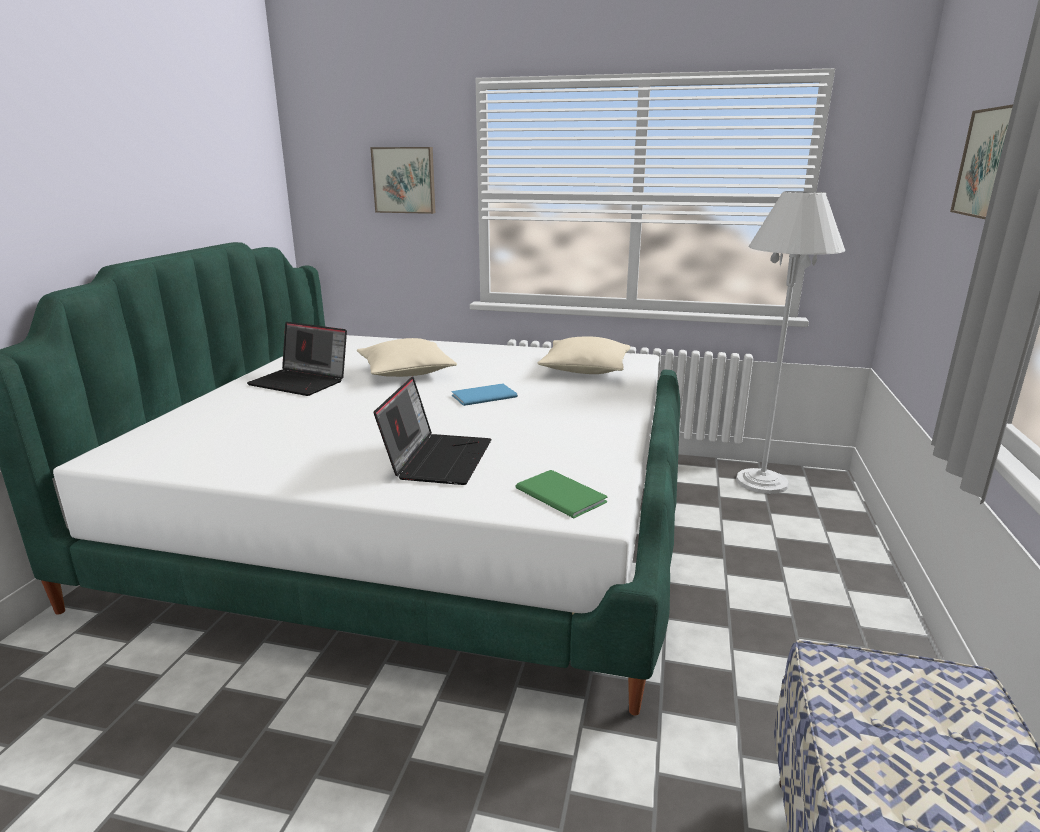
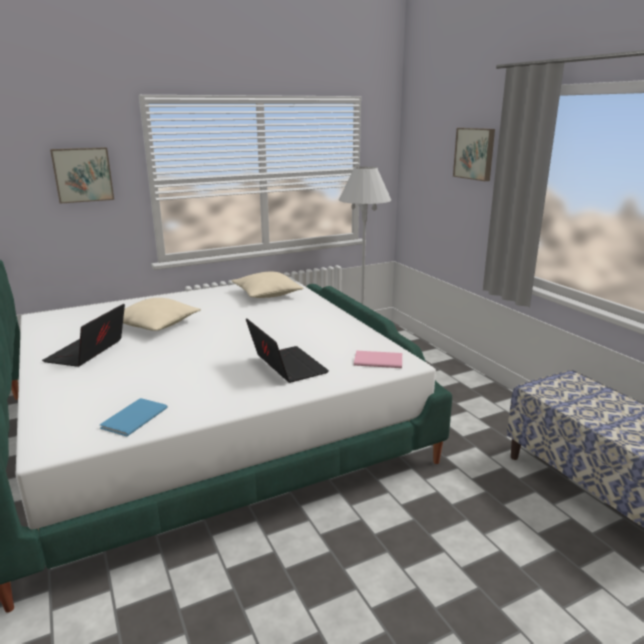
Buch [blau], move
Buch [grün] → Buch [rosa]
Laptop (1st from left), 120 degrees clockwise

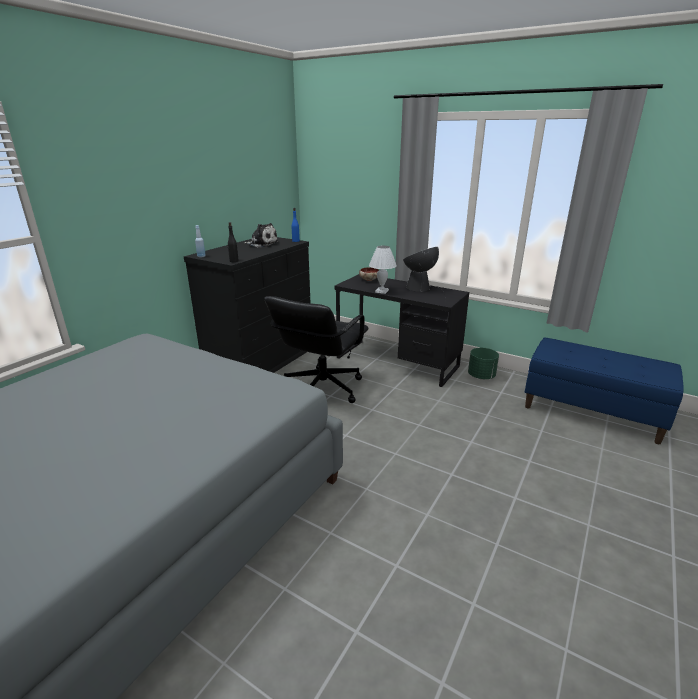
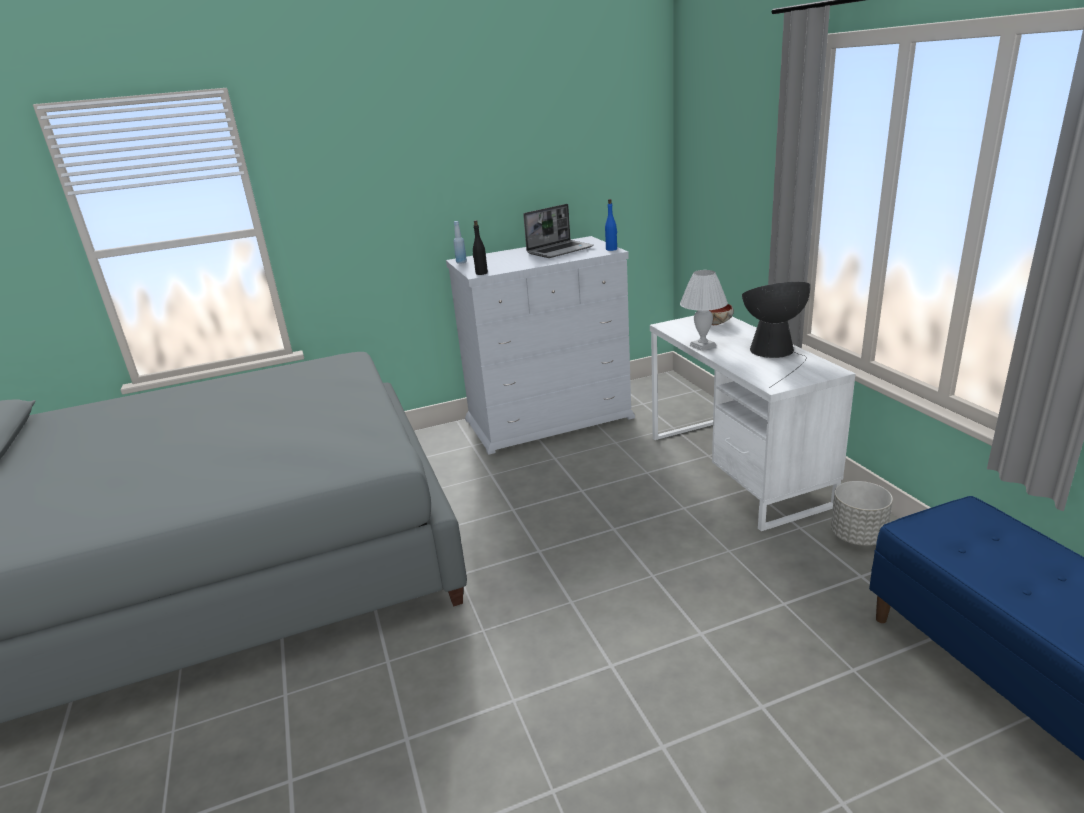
Bürostuhl [schwarz] → -
Plüschtier → Laptop
Kommode [schwarz] → Kommode [weiß]
Schreibtisch [schwarz] → Schreibtisch [weiß]
Pflanzkübel [grün] → Pflanzkübel [grau]

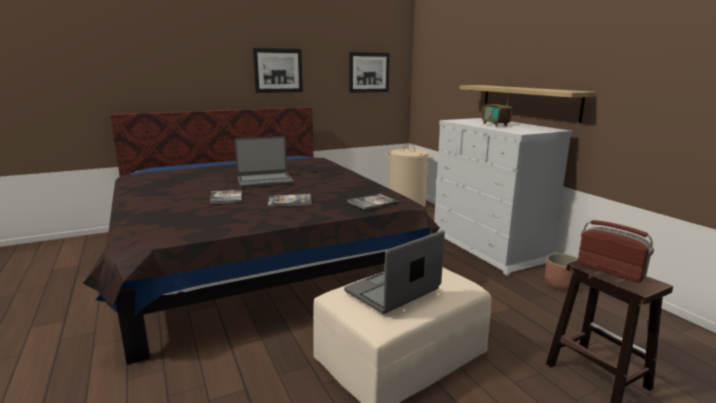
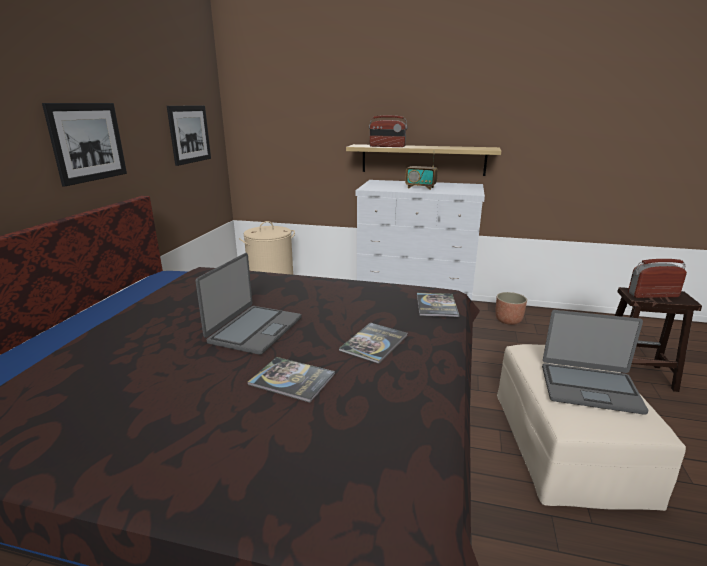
- → Radio (1st from left)
Laptop (2nd from left), 75 degrees counterclockwise

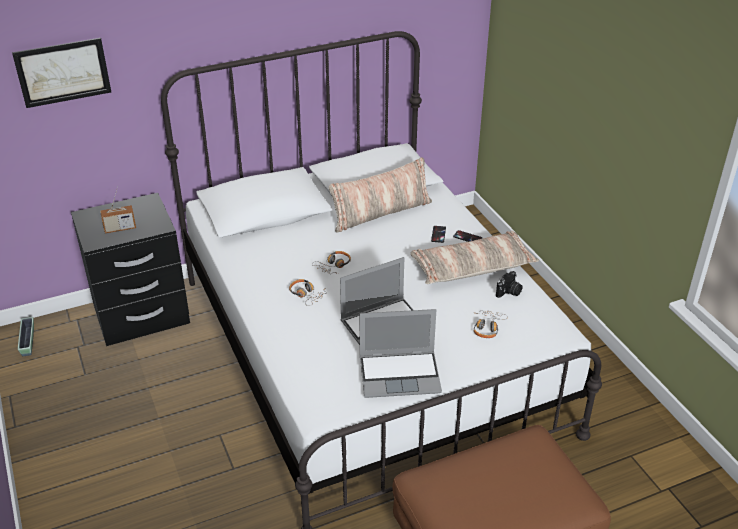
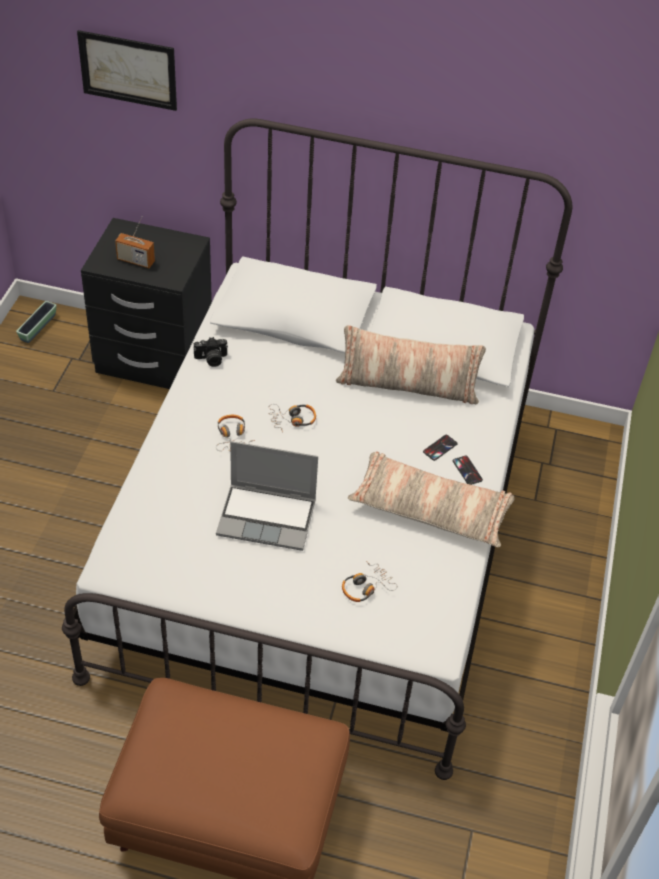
Laptop (2nd from left) → -
Kamera, move

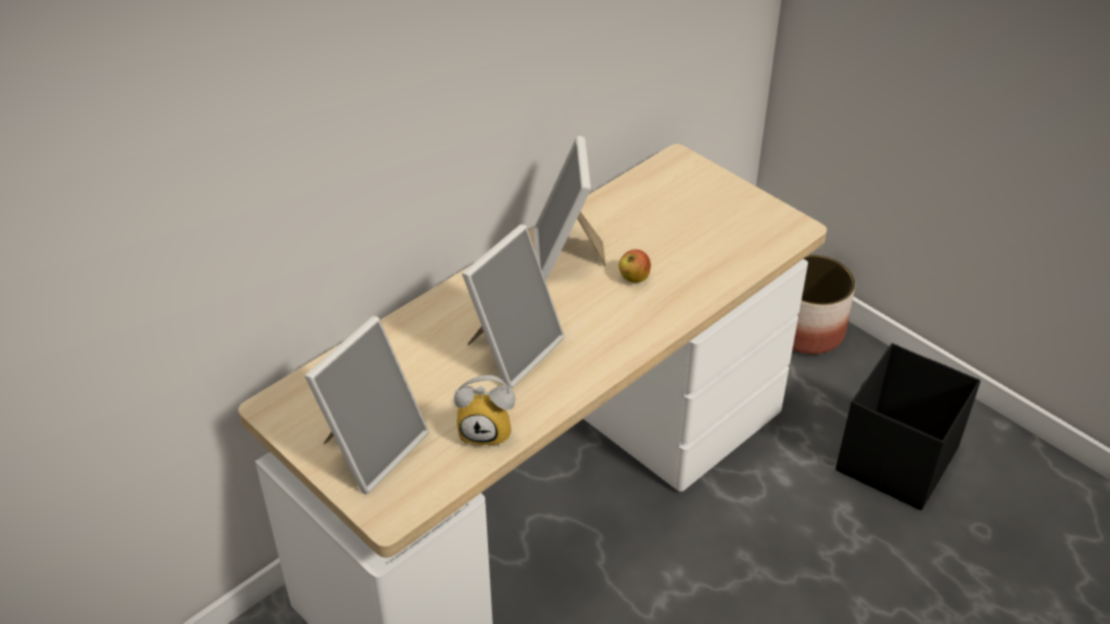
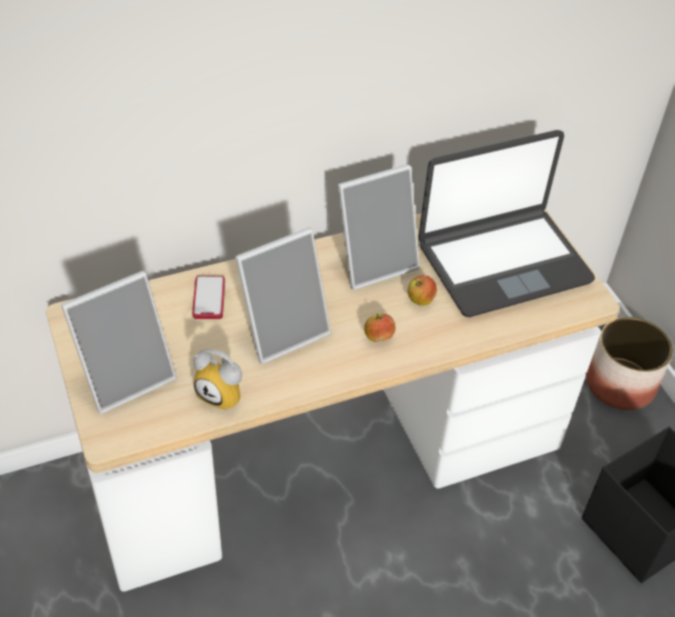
- → Handy
- → Apfel (1st from left)
- → Laptop
Bilderrahmen (3rd from left), 135 degrees counterclockwise

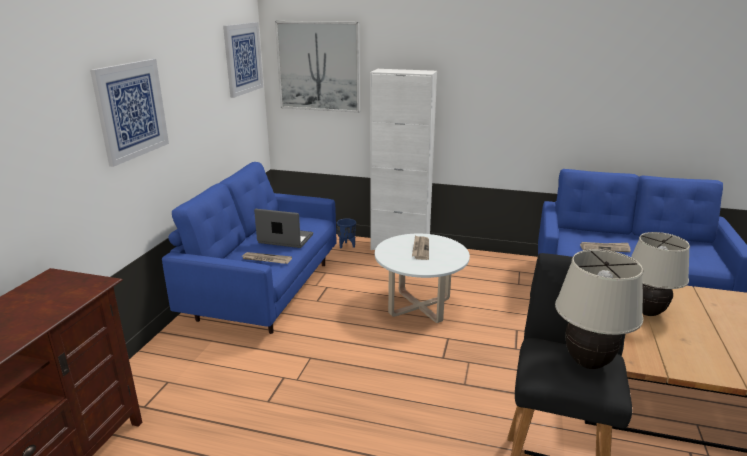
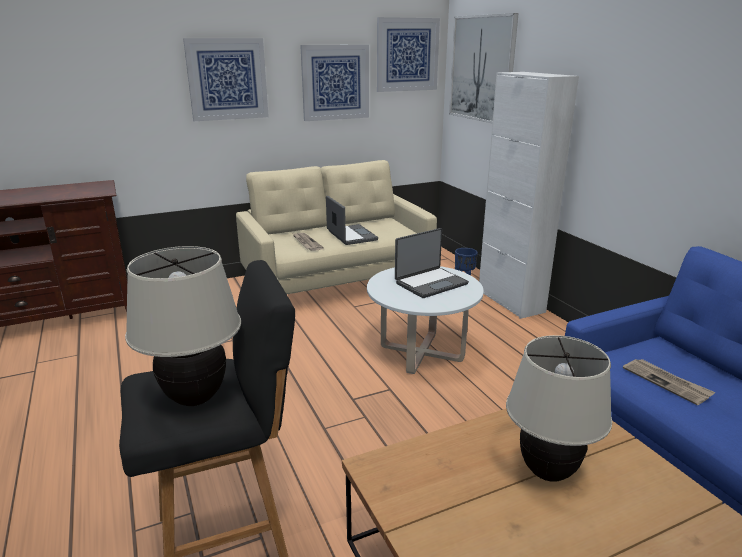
- → Bild (2nd from left)
Zeitung (2nd from left) → Laptop (2nd from left)
Sofa [blau] (1st from left) → Sofa [beige]

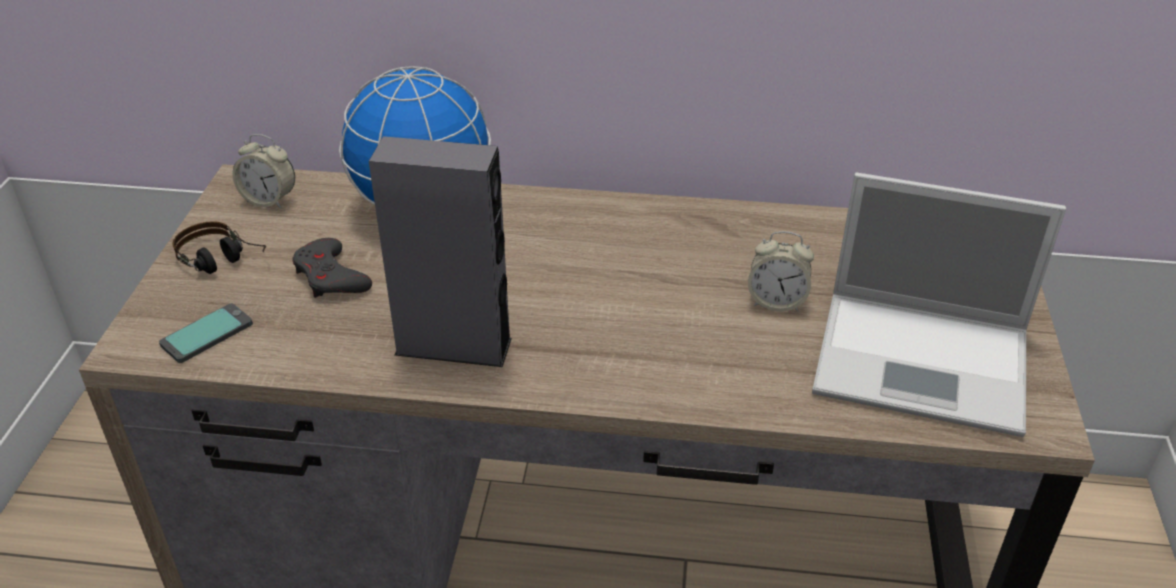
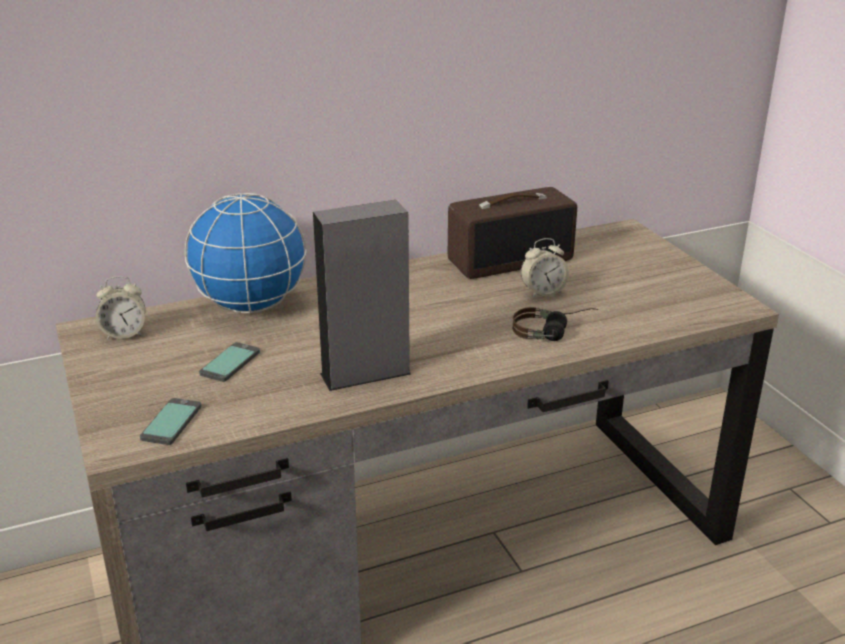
Laptop → -
- → Radio
Kopfhörer, move
Gamepad [grau] → Handy (2nd from left)

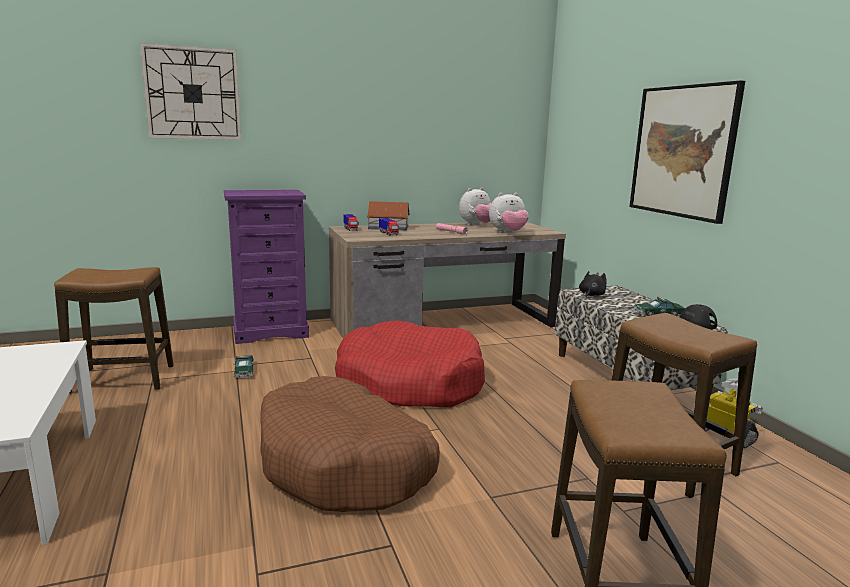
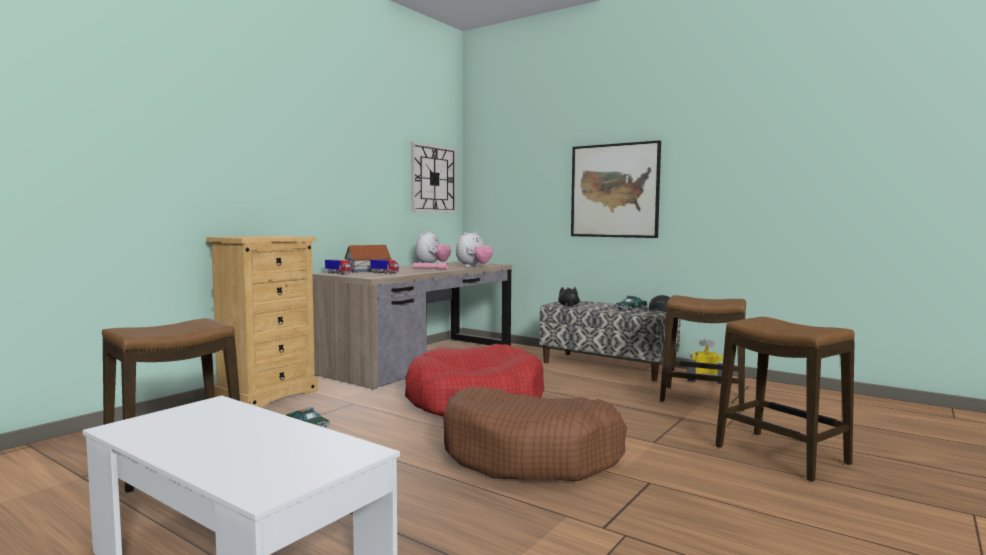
Wanduhr, move
Kommode [lila] → Kommode [beige]

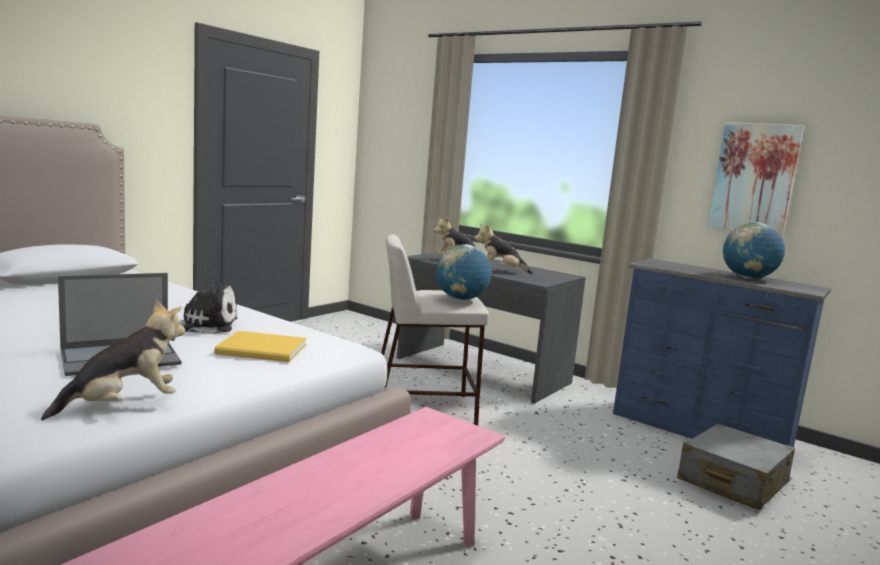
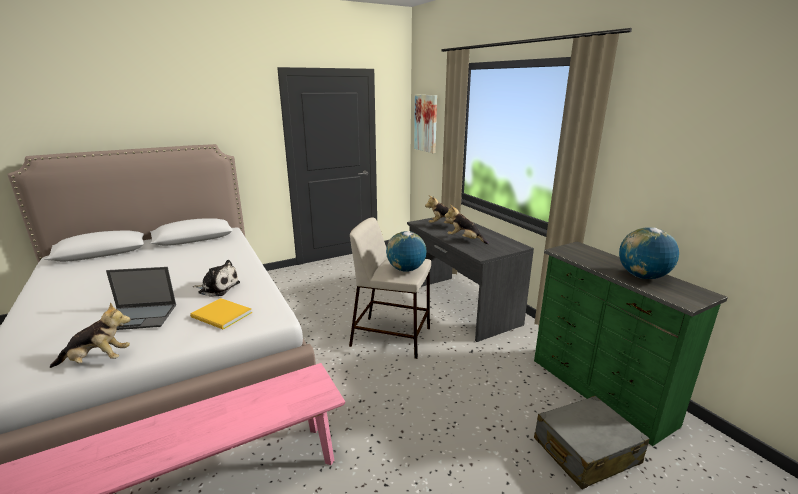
Bild, move
Kommode [blau] → Kommode [grün]

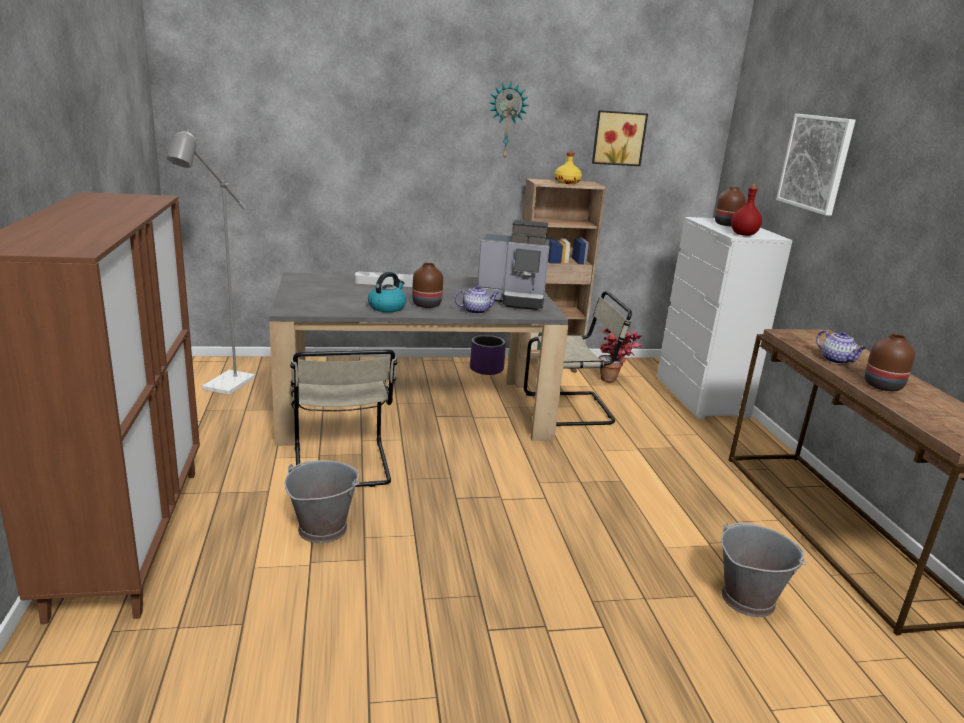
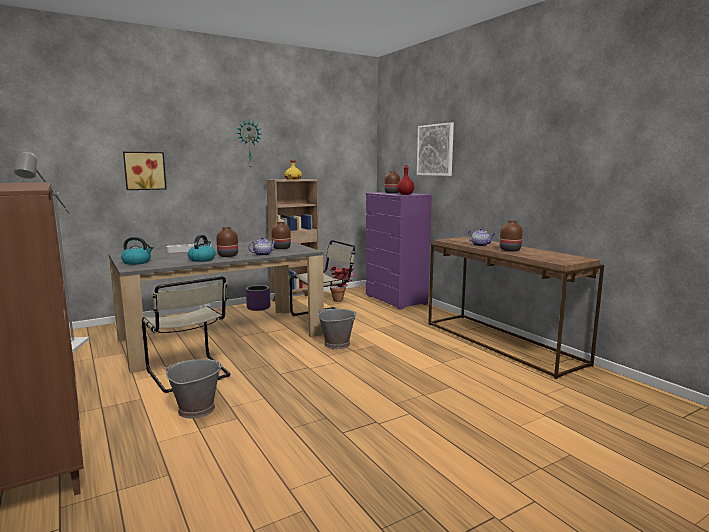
- → Wasserkessel (1st from left)
Bild (1st from left), move
Eimer [grau] (2nd from left), move
Kaffeemaschine → Vase [braun] (2nd from left)
Kommode [weiß] → Kommode [lila]

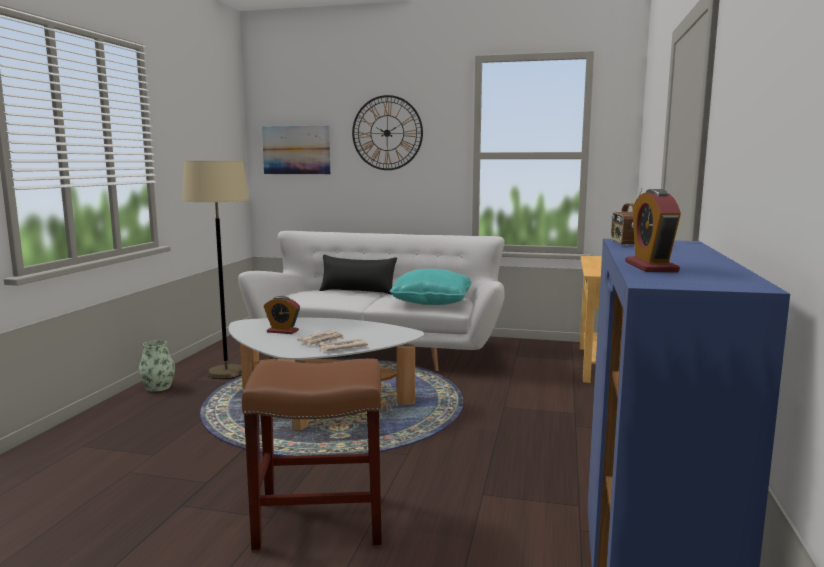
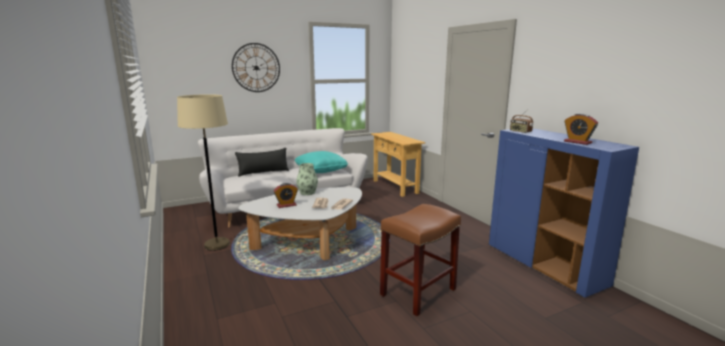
Bild → -
Vase, move

